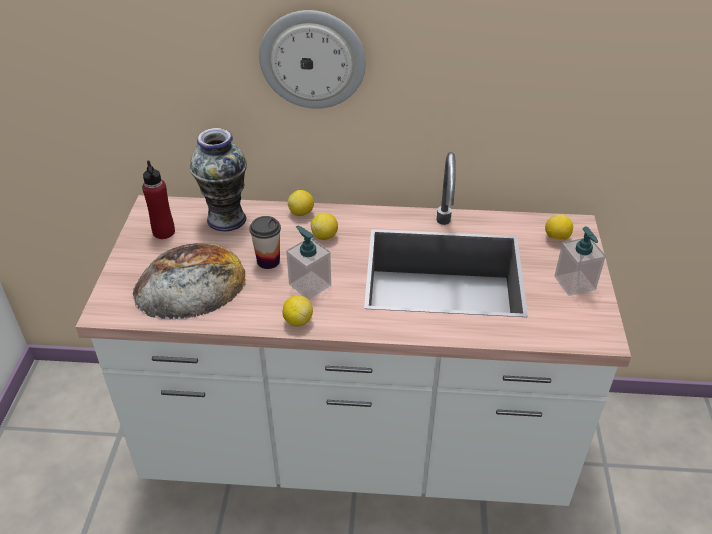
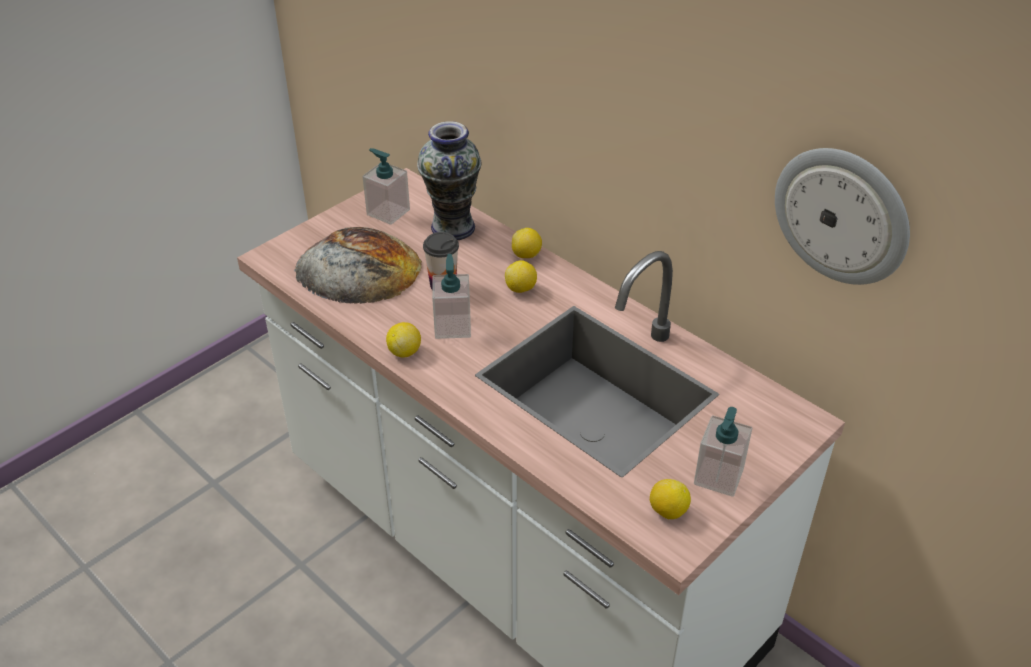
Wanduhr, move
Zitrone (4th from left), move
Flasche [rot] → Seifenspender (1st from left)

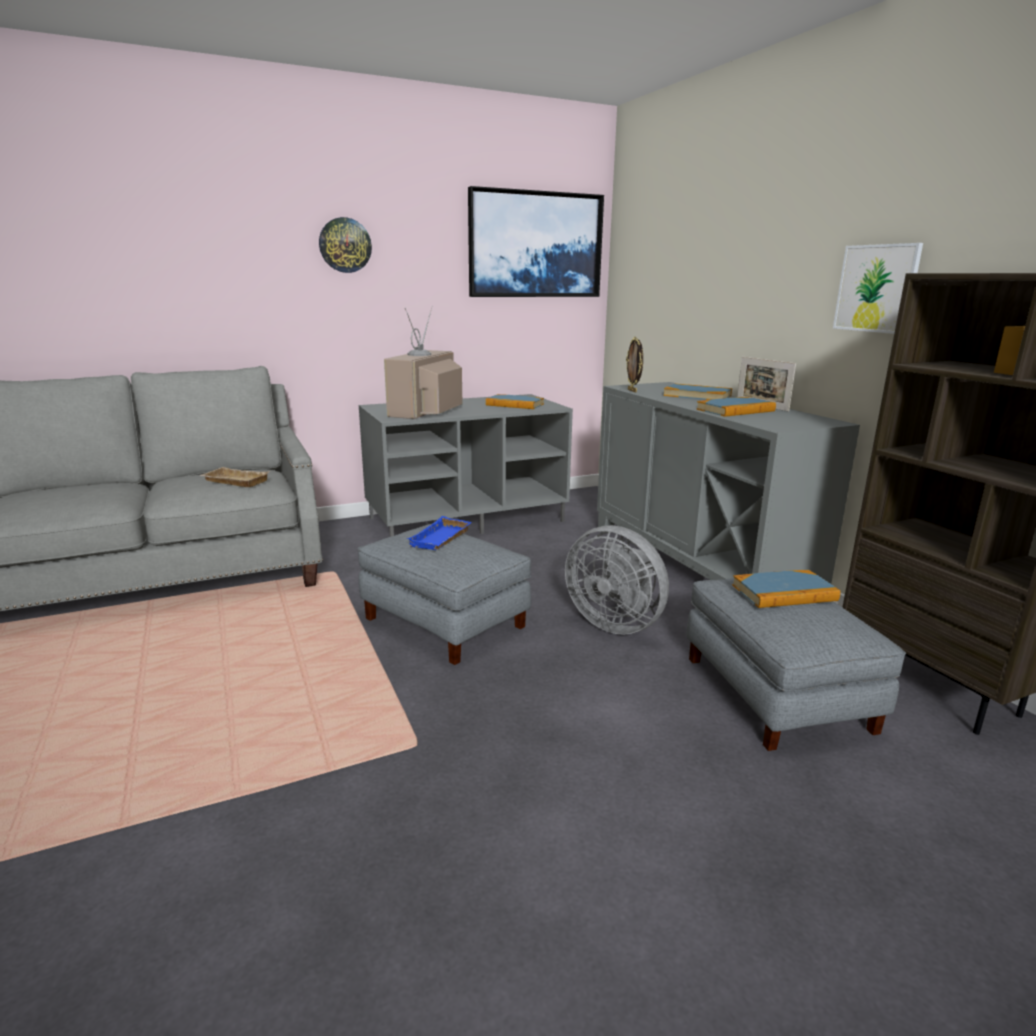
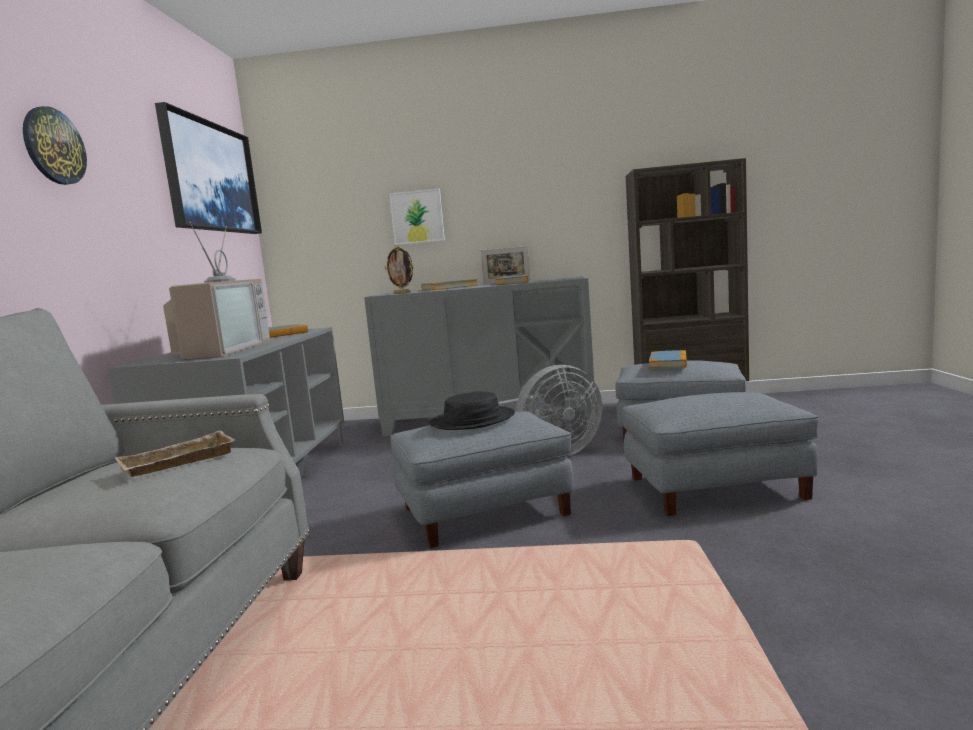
- → Polsterhocker [grau] (3rd from left)
Bild (2nd from left), move
Tablett [blau] → Hut [schwarz]
Fernseher, 135 degrees counterclockwise

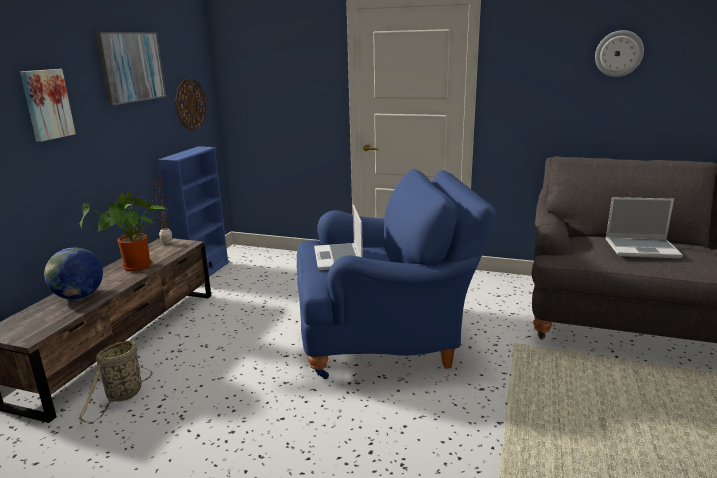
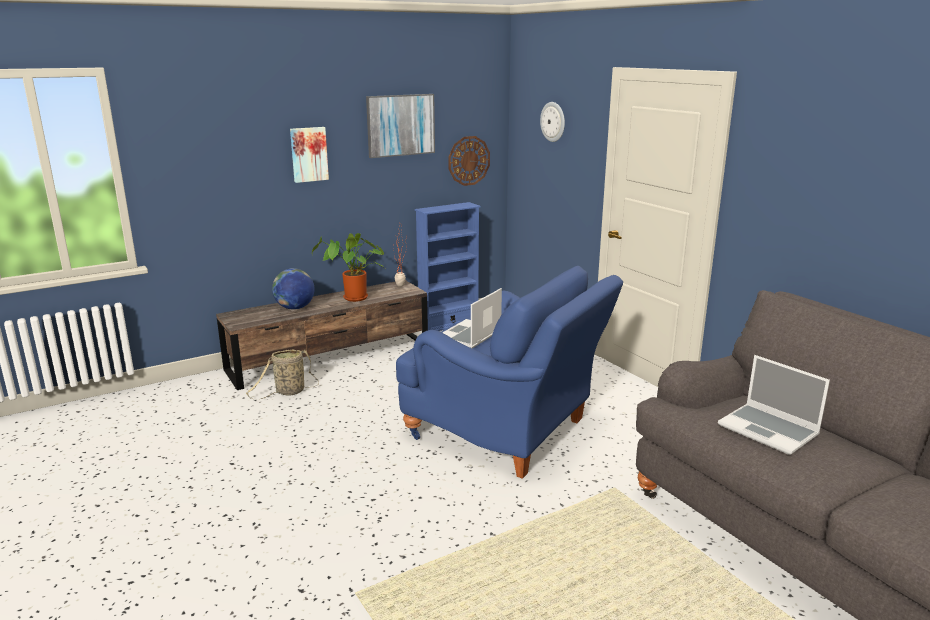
Wanduhr (2nd from left), move

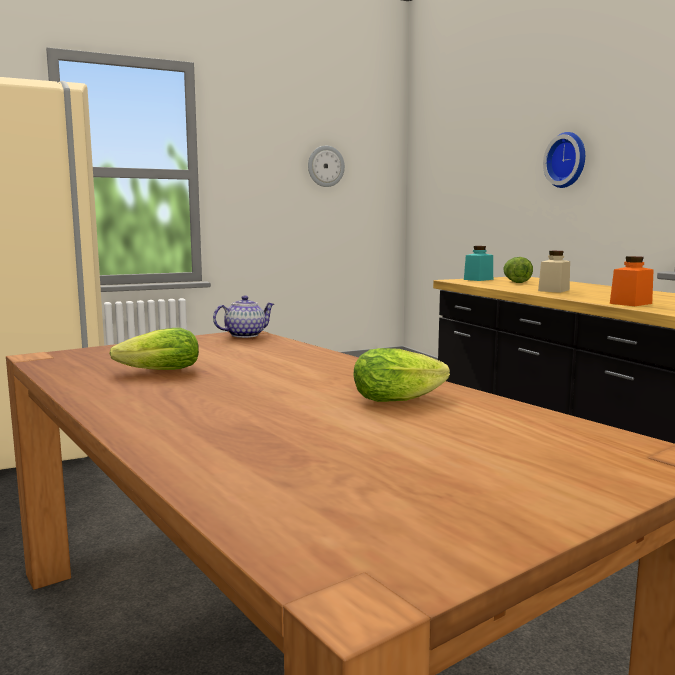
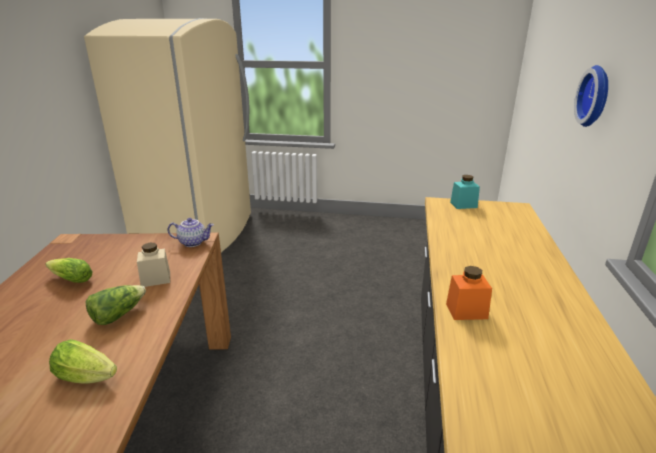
Wanduhr (1st from left) → -
Salatkopf (3rd from left), move
Vorratsglas [beige], move

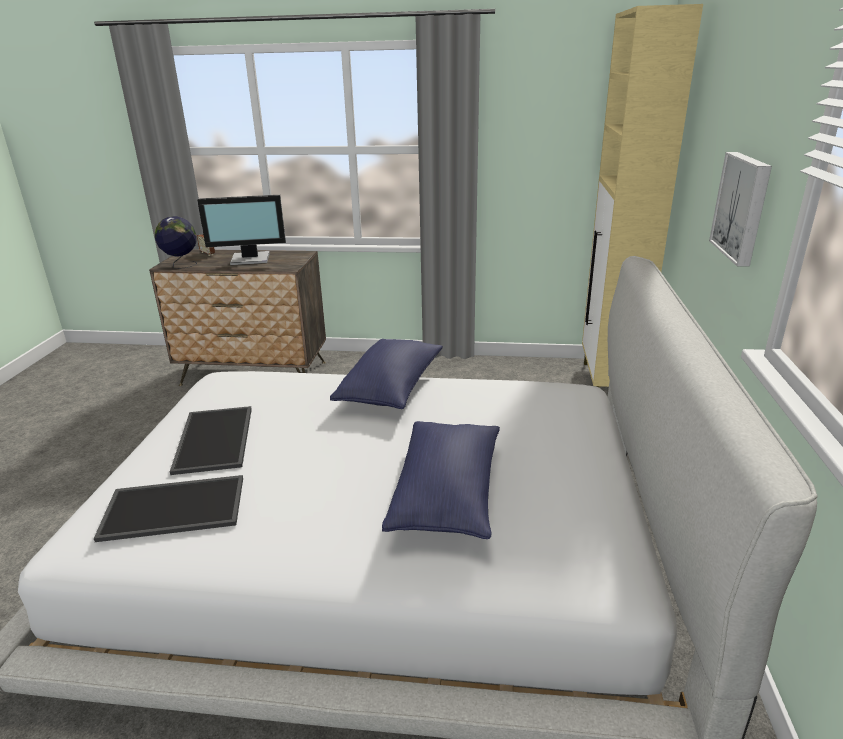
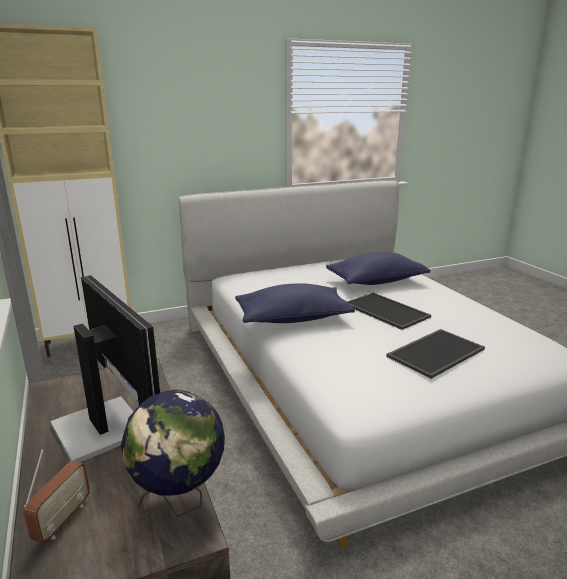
Bild → -
Tablett (1st from left), move

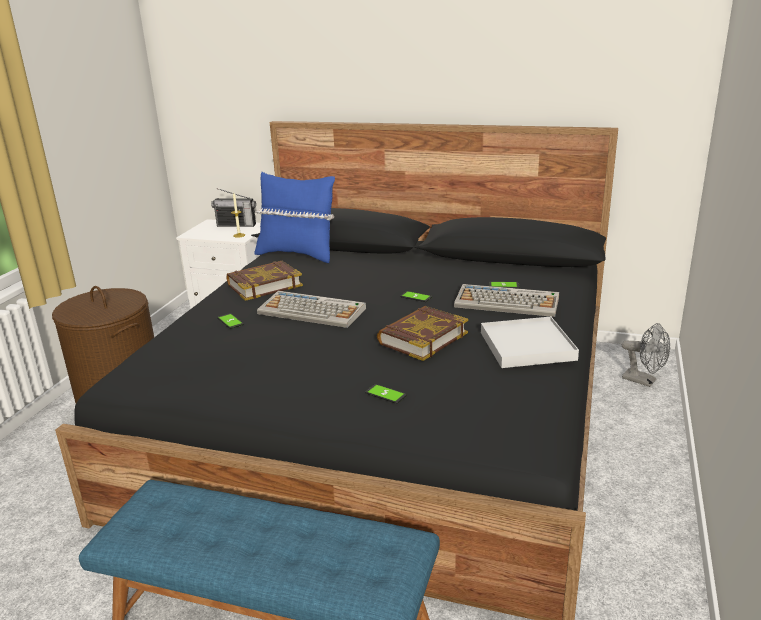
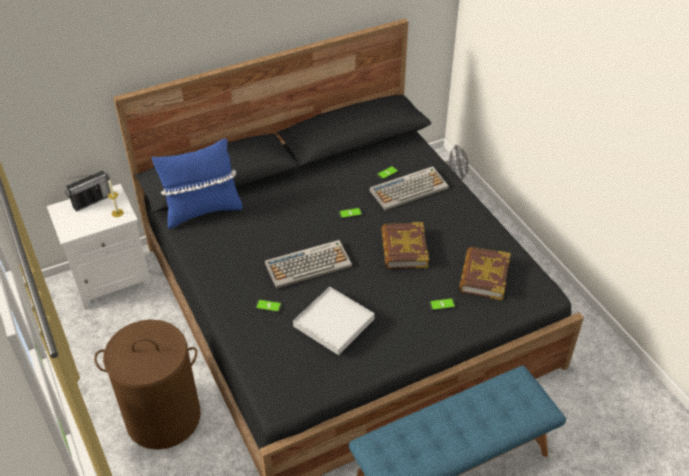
Buch (1st from left in the first image) → Buch (2nd from left), move
Tablett [weiß], move

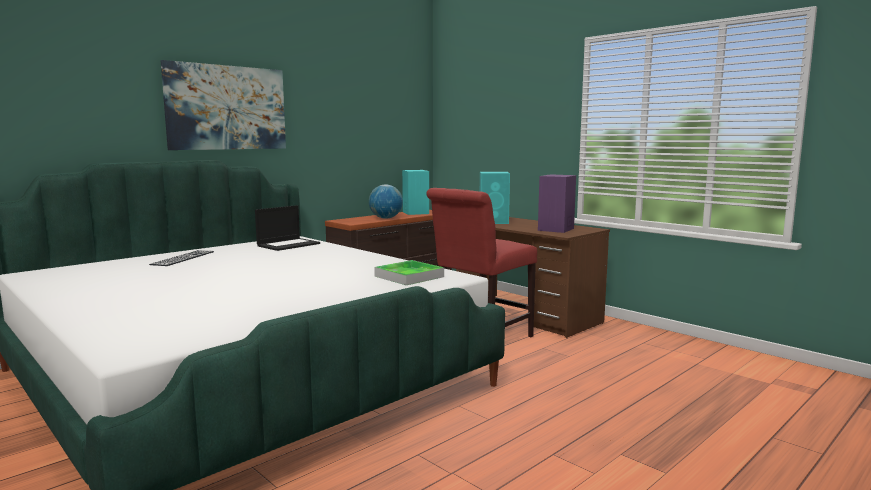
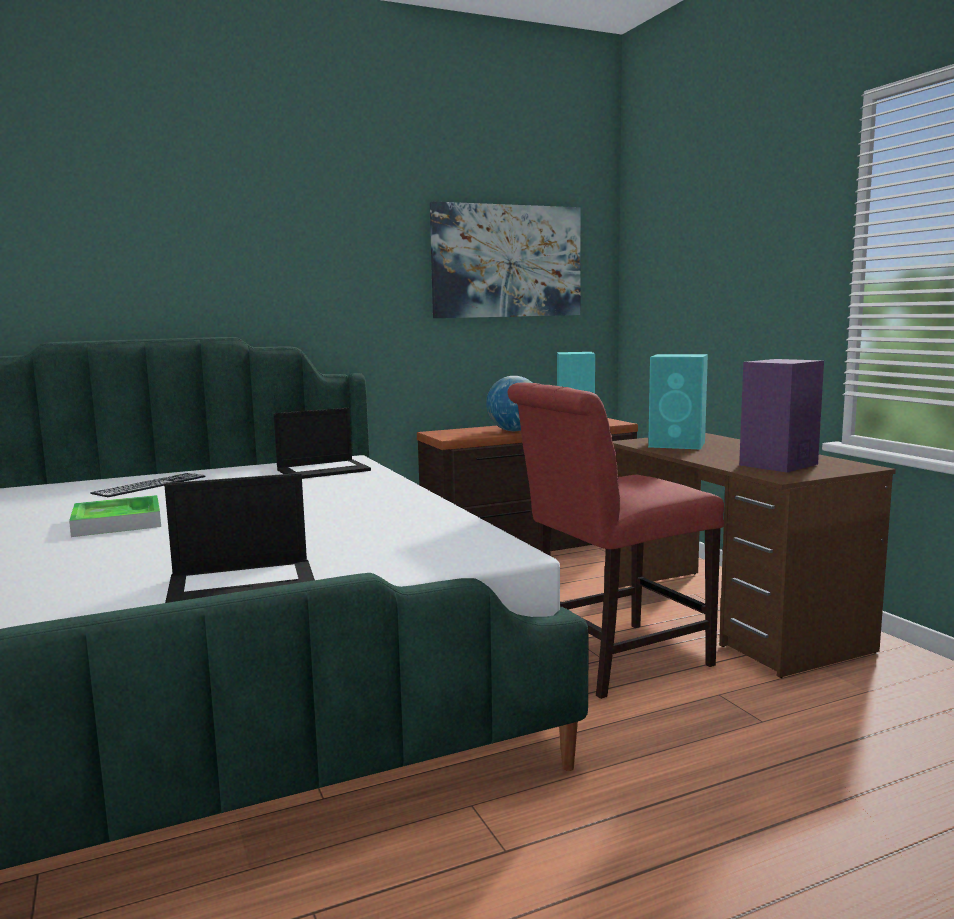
- → Laptop (1st from left)
Bild, move
Tablett, move

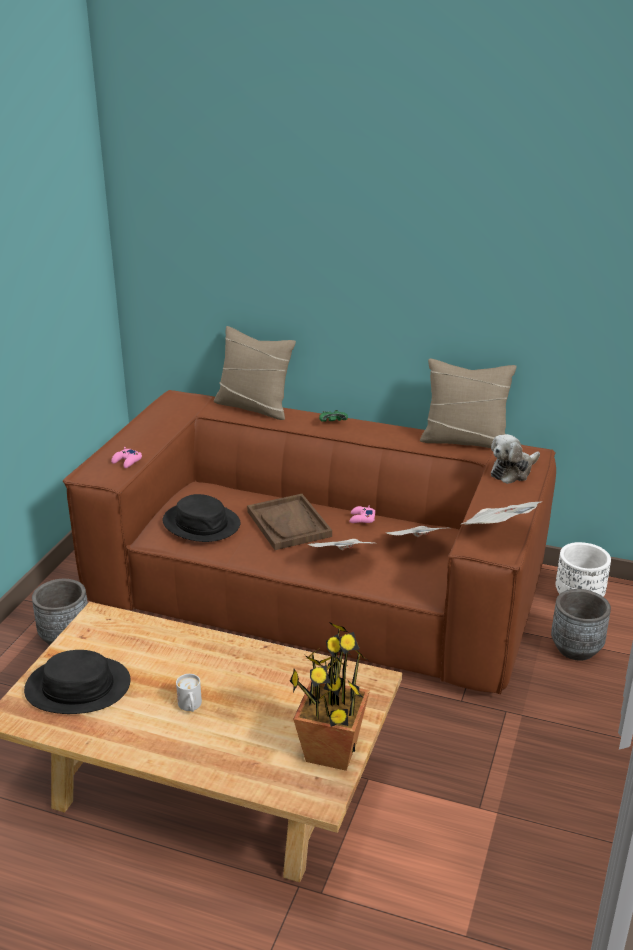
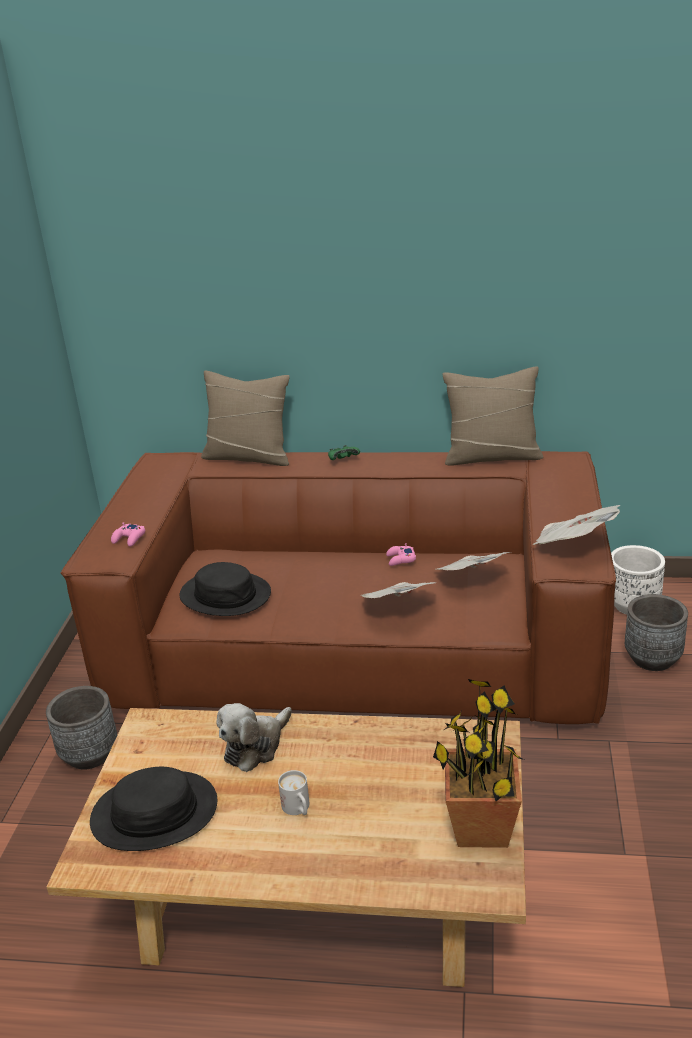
Tablett [braun] → -
Plüschtier, move

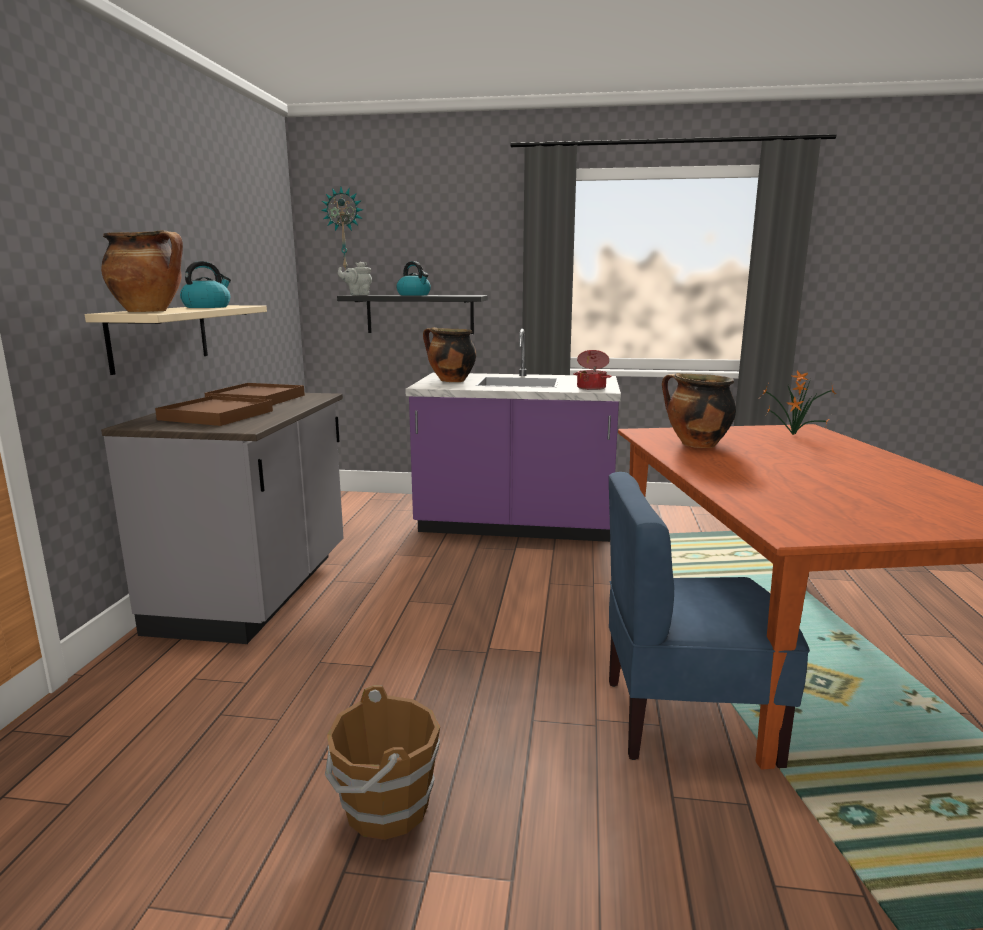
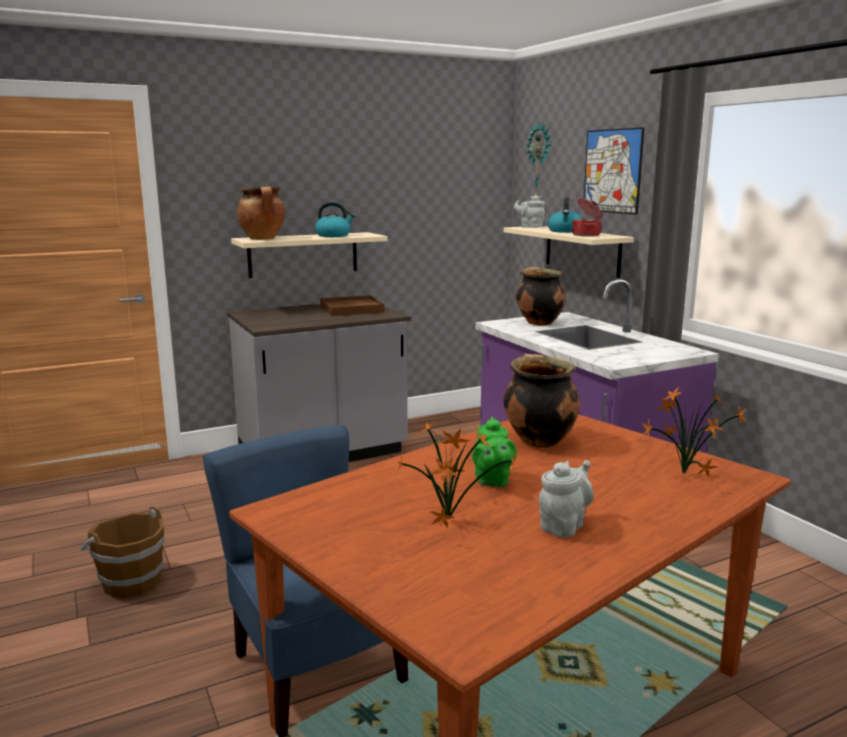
Tablett [braun] (1st from left) → -
- → Topfpflanze (1st from left)
- → Teekanne [grün]
- → Teekanne [grau] (2nd from left)
- → Bild
Kochtopf (3rd from left in the first image) → Kochtopf (4th from left), move
Wandregal [schwarz] → Wandregal [beige] (2nd from left)

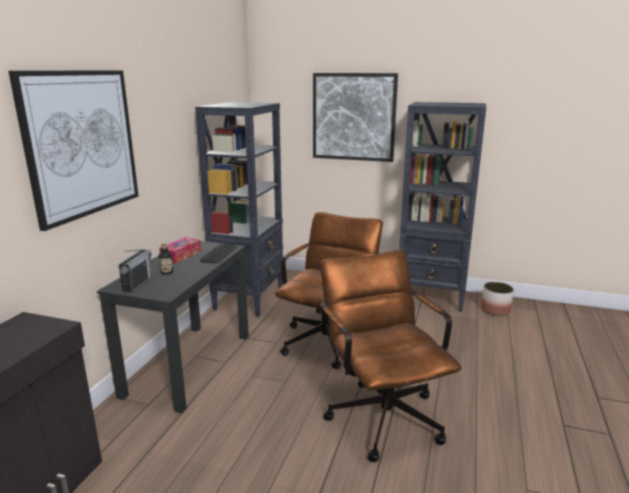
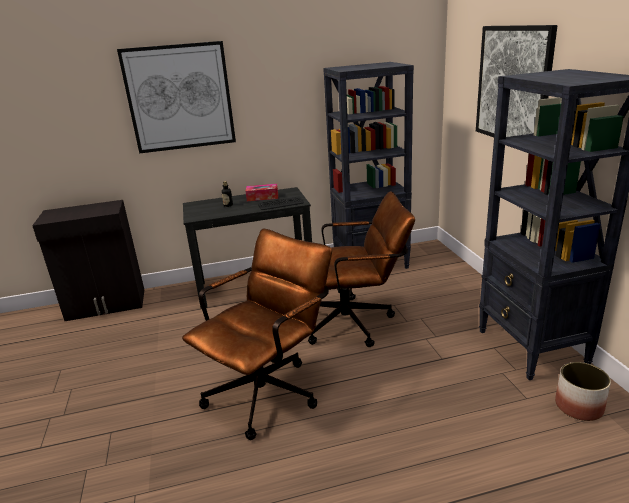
Radio → -

